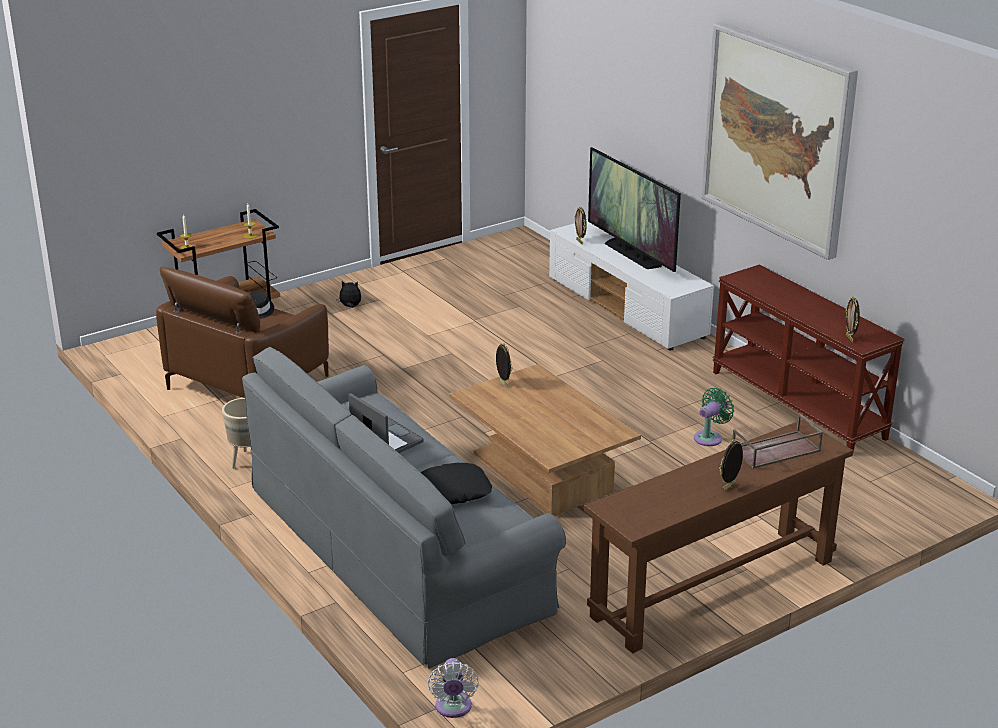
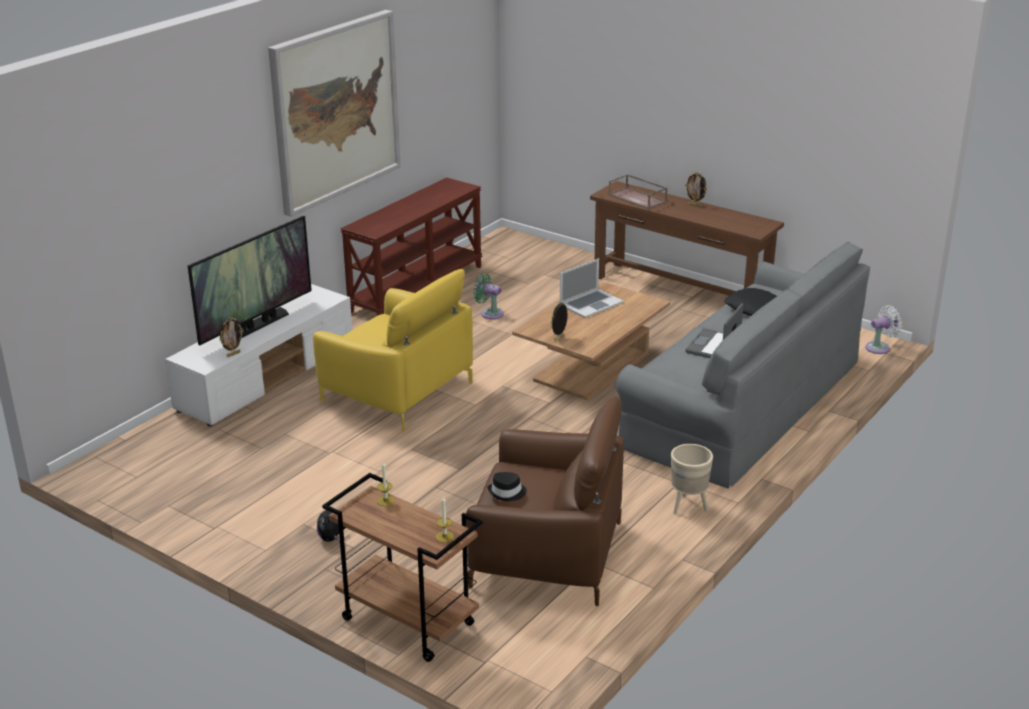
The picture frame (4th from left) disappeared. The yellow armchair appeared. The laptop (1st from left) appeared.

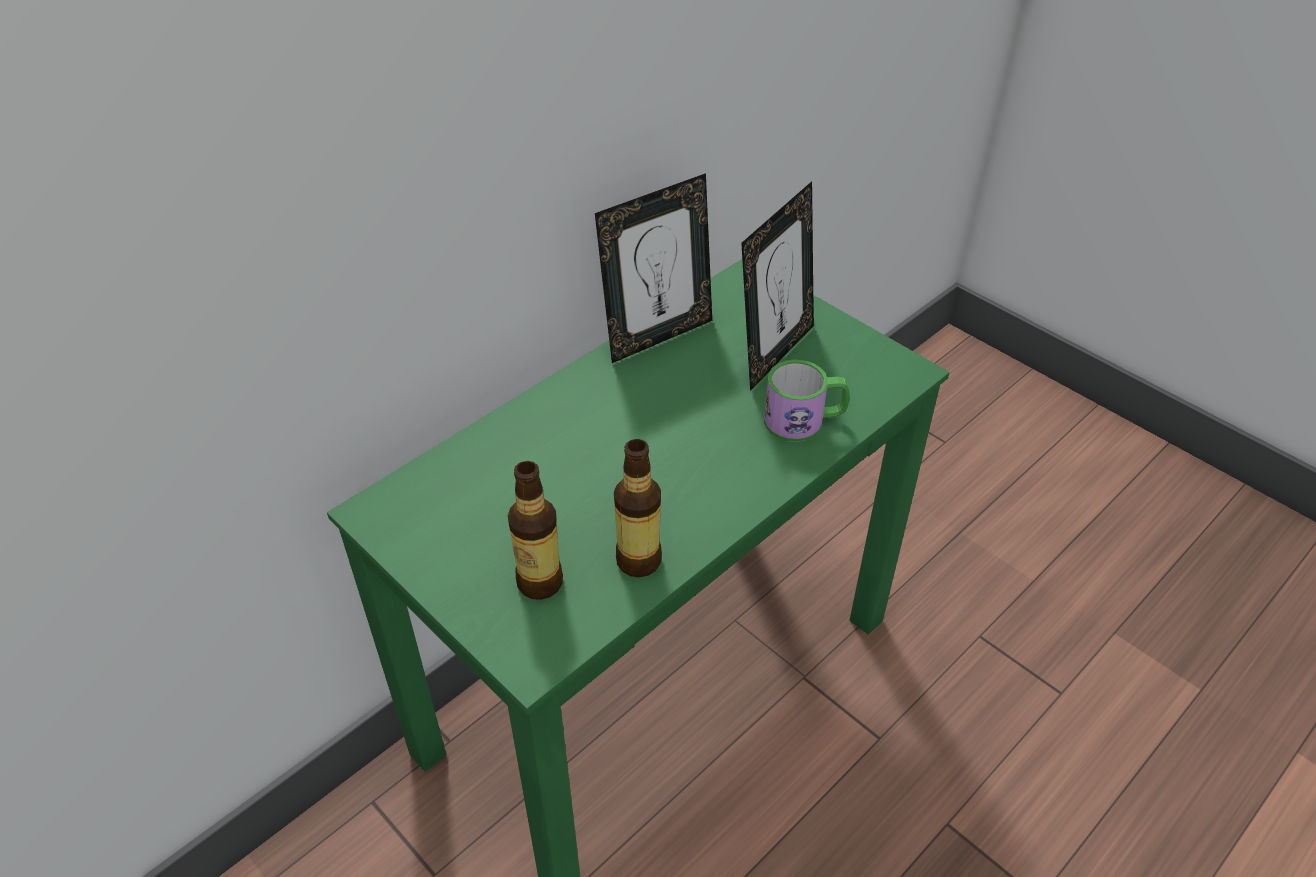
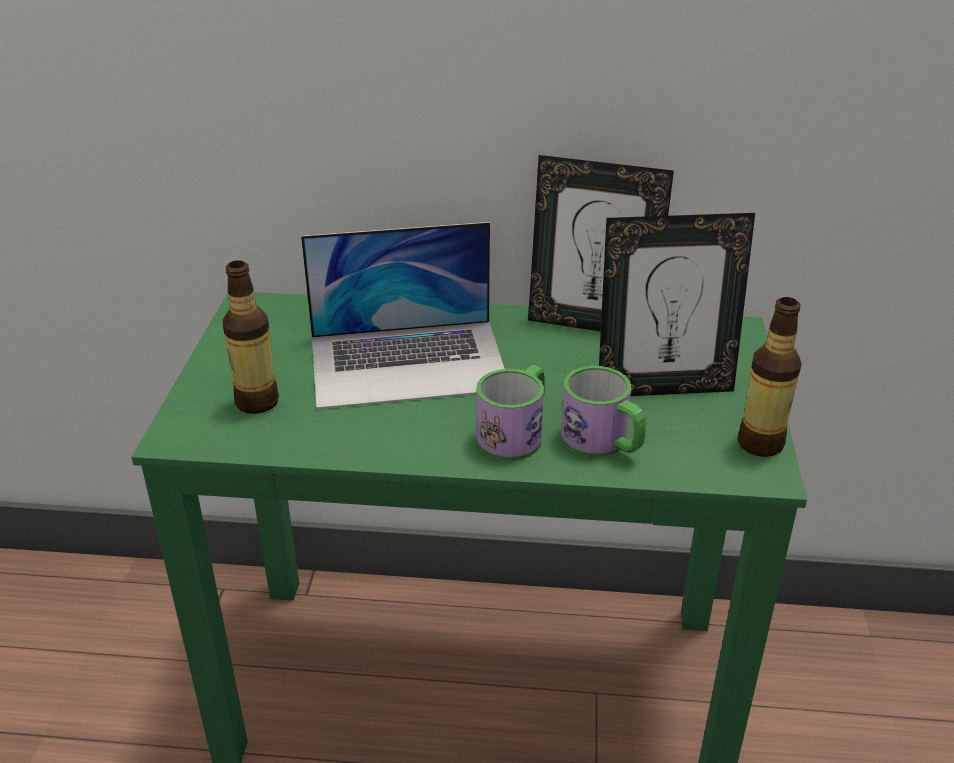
The laptop appeared. The mug (1st from left) appeared. The bottle (2nd from left) moved.

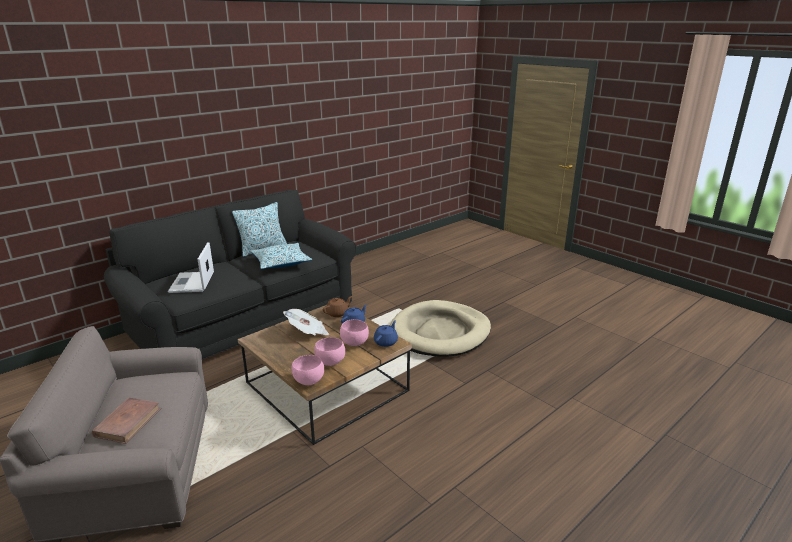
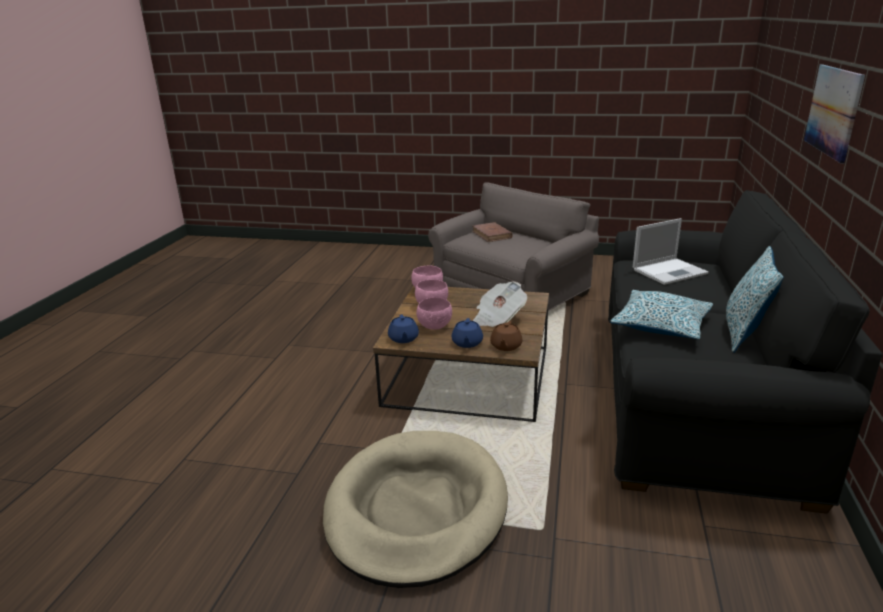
The picture appeared. The laptop turned 105 degrees clockwise.

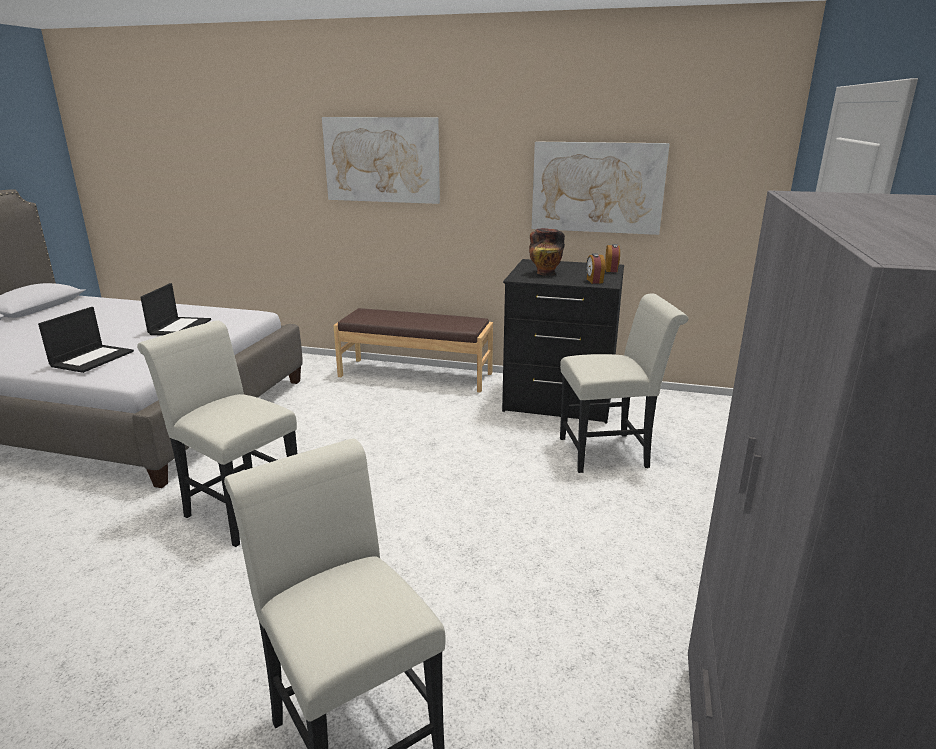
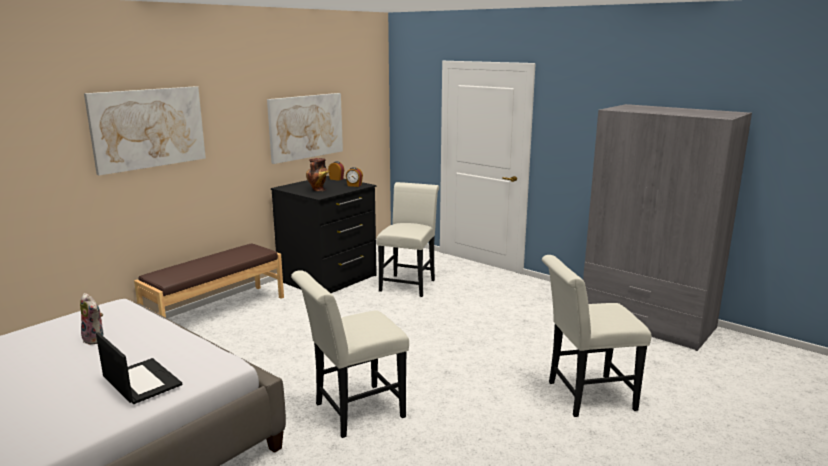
The laptop (2nd from left) was replaced by the plush toy.

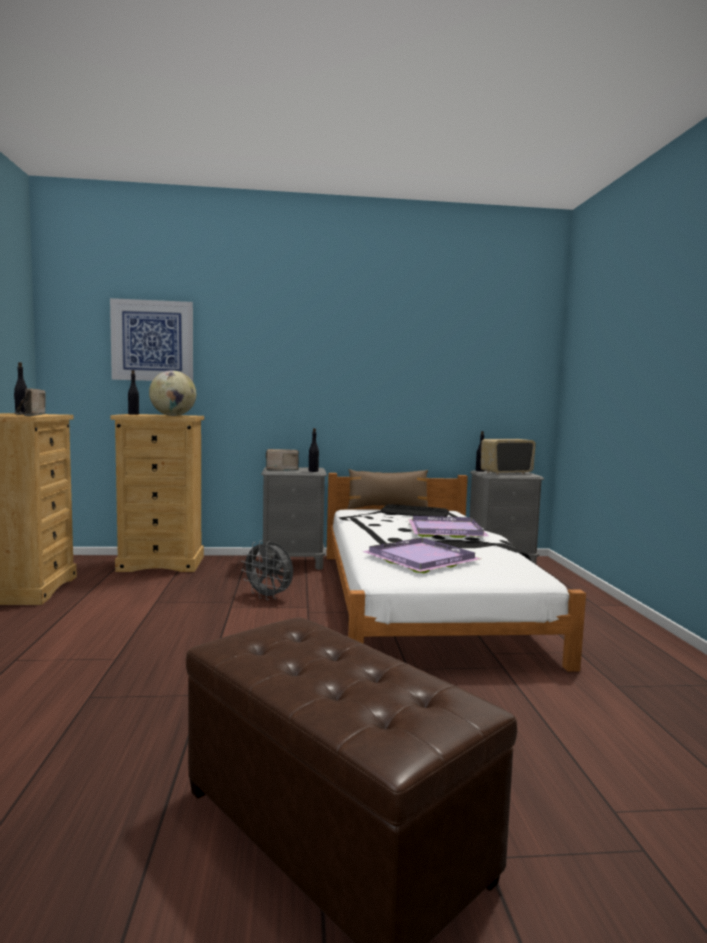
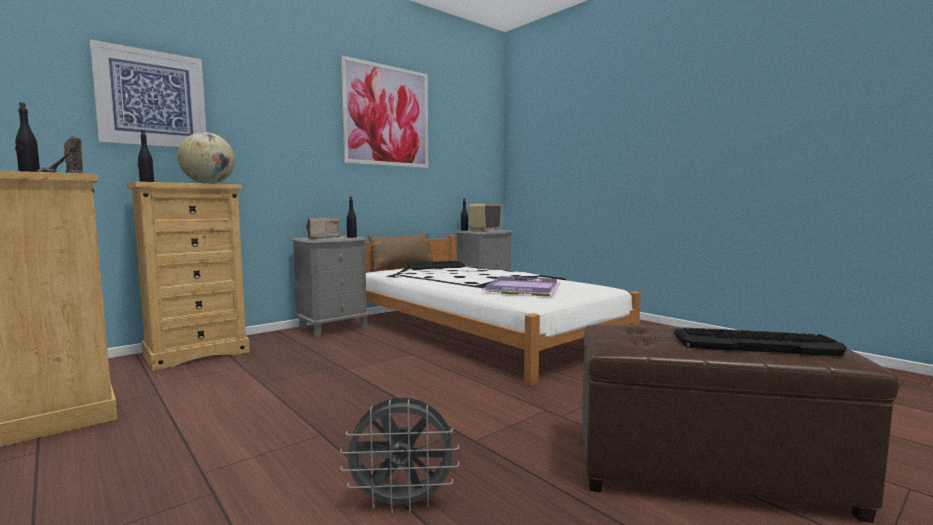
The purple tray (2nd from left) disappeared. The picture (2nd from left) appeared. The keyboard (2nd from left) appeared. The grey fan moved.

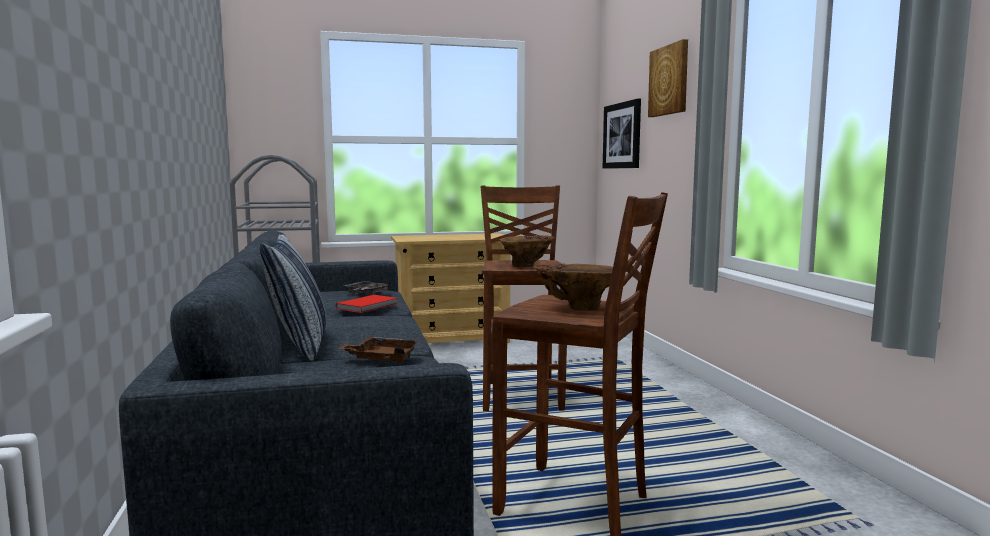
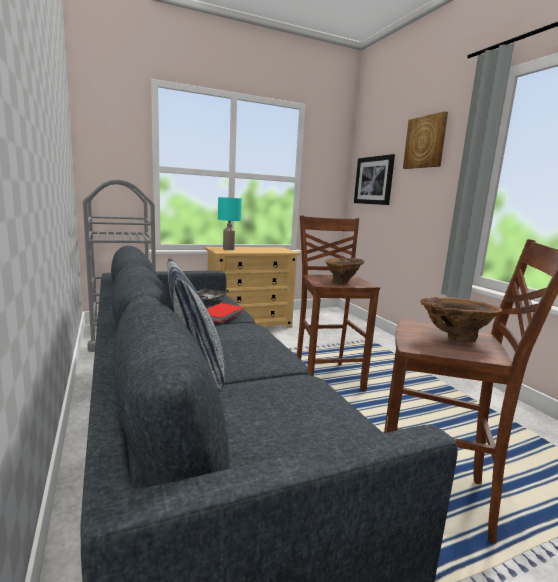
The brown tray disappeared. The turquoise table lamp appeared.

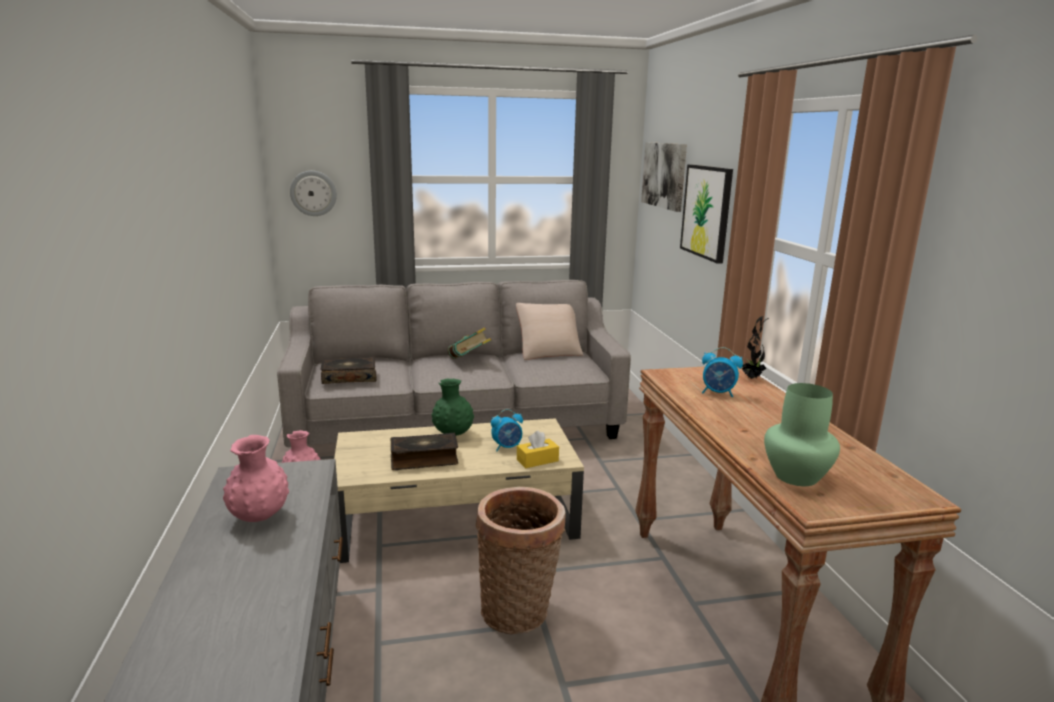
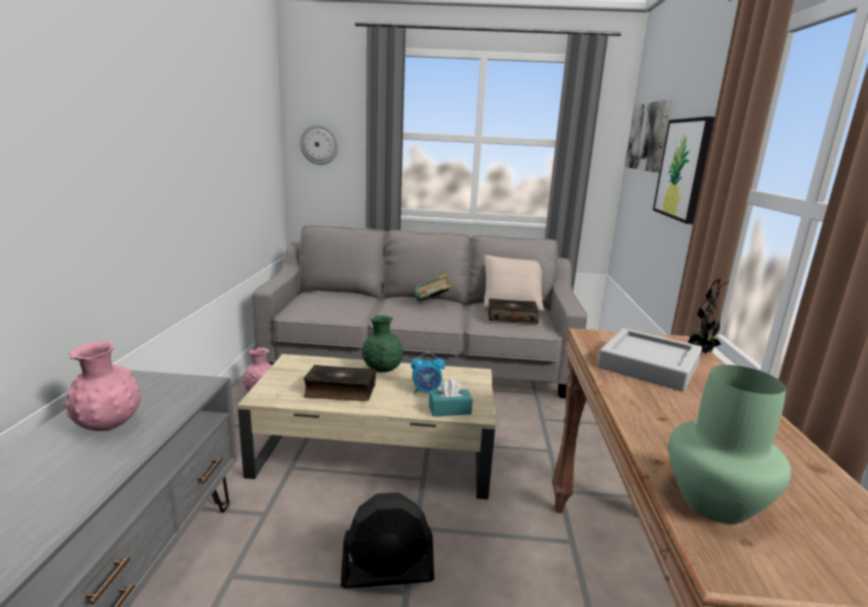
The book (1st from left in the first image) moved. The basket was replaced by the black fan. The alarm clock (2nd from left) was replaced by the grey tray. The yellow tissue box became the turquoise tissue box.

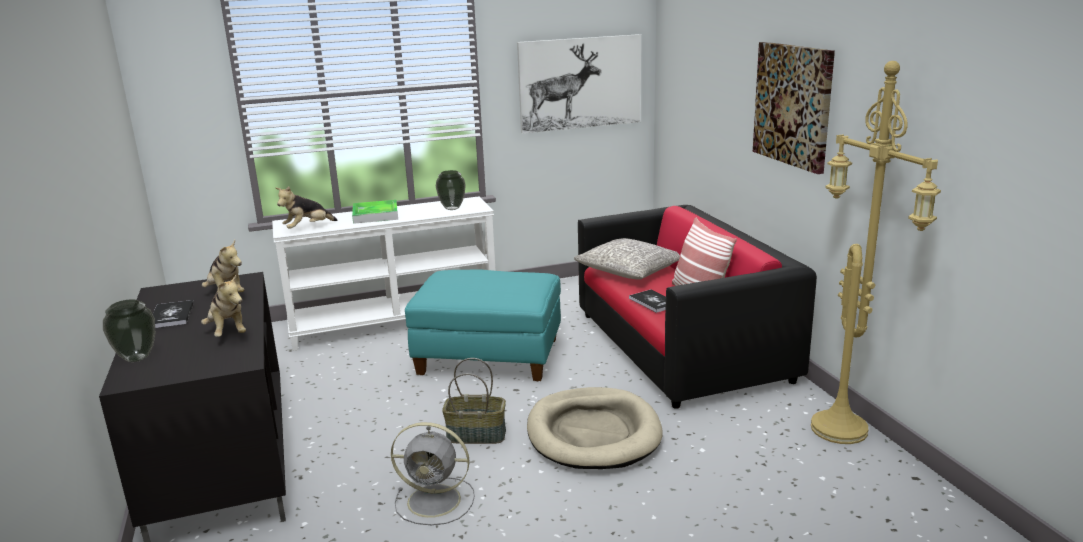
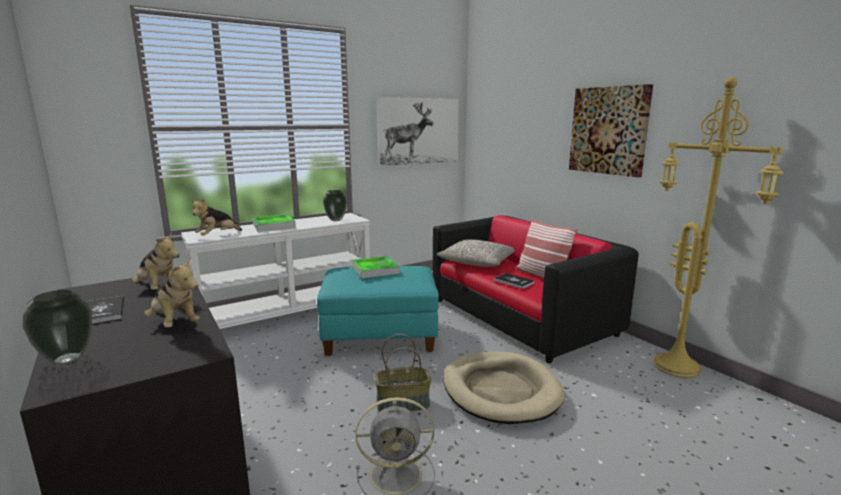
The tray (2nd from left) appeared.

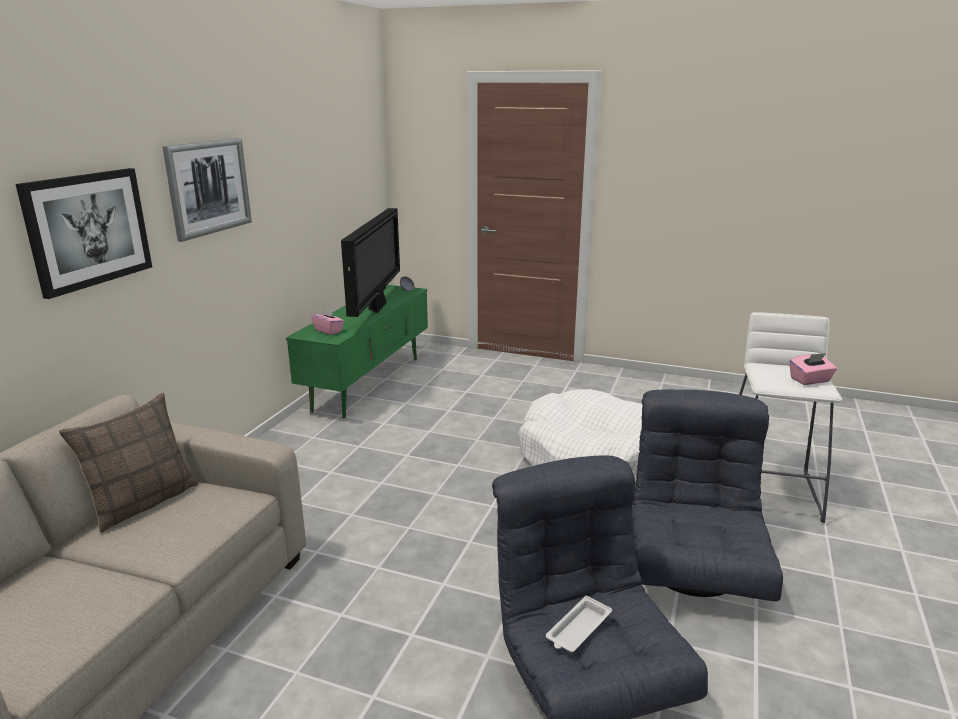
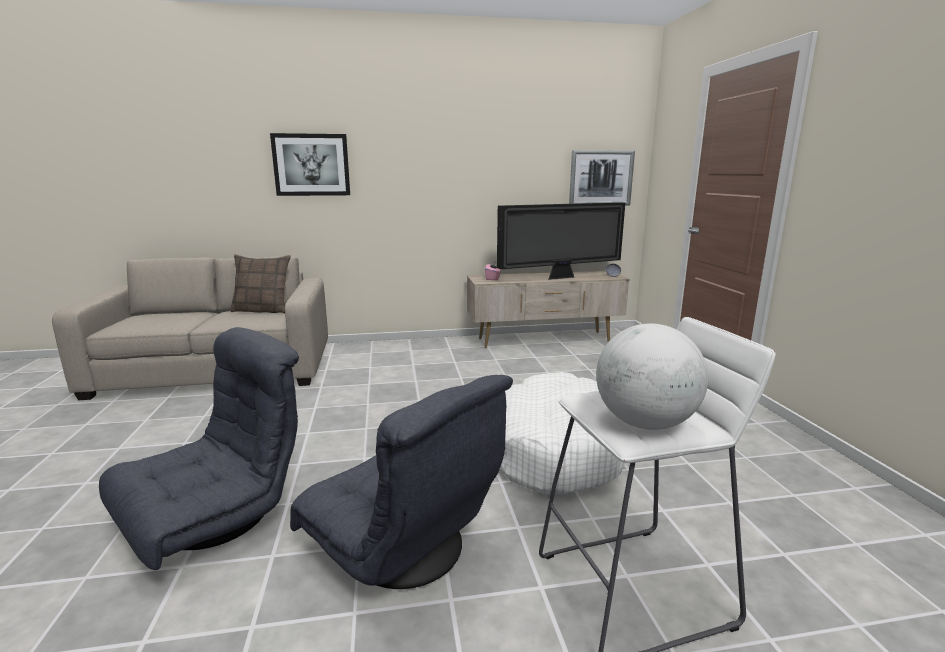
The white tray disappeared. The picture (2nd from left) moved. The pink tissue box (2nd from left) was replaced by the globe. The green tv stand became the beige tv stand. The grey armchair (2nd from left) turned 60 degrees clockwise.

